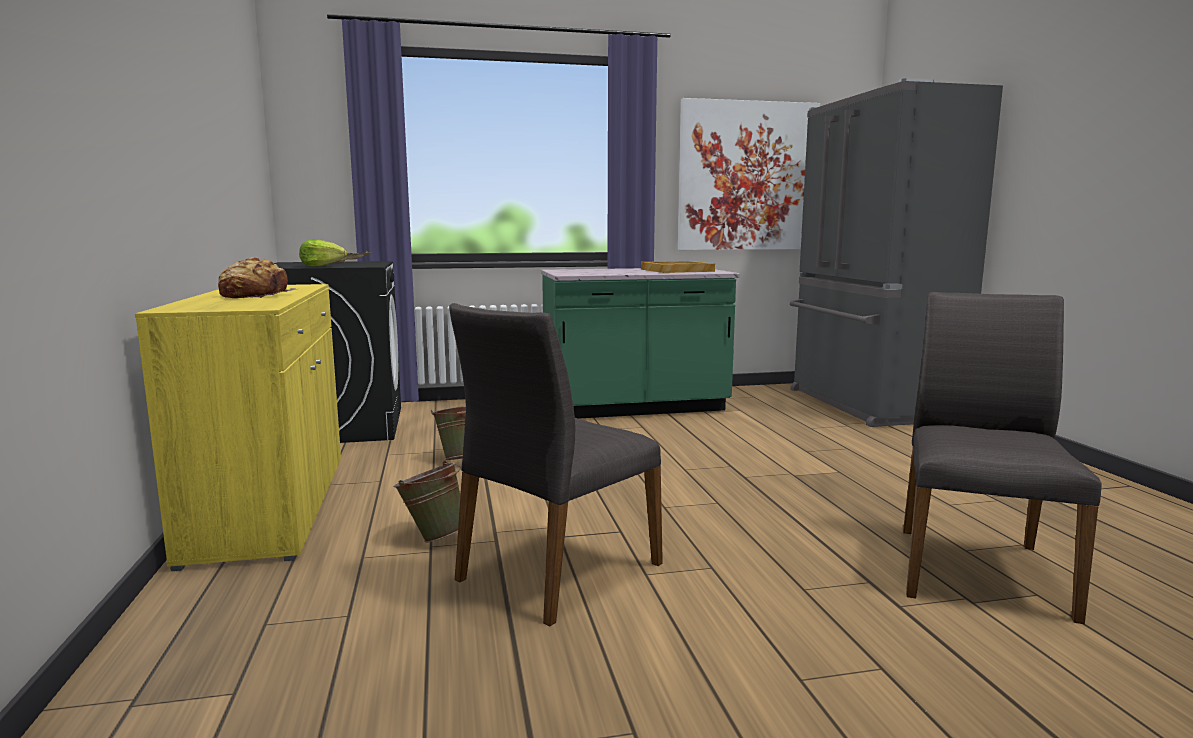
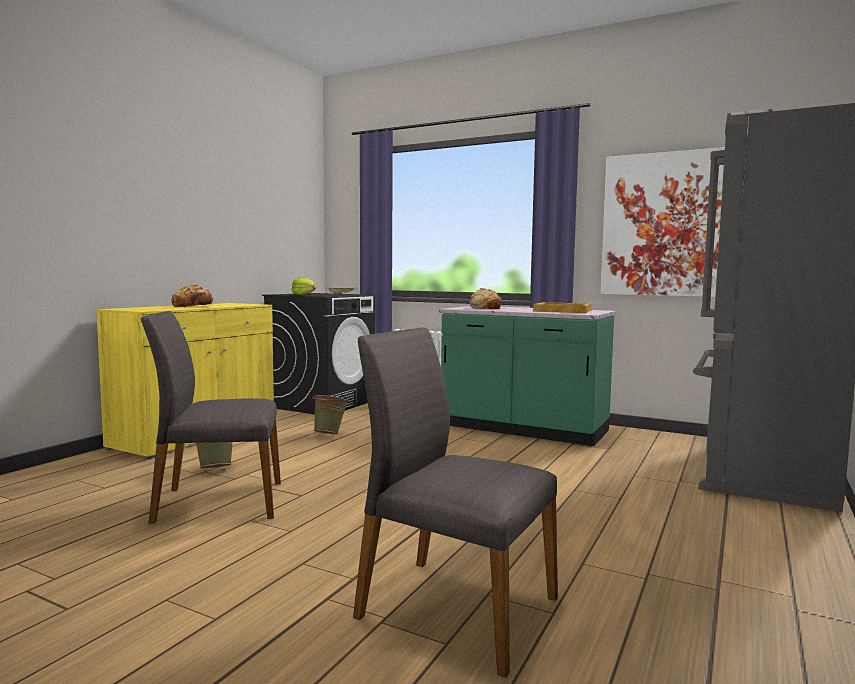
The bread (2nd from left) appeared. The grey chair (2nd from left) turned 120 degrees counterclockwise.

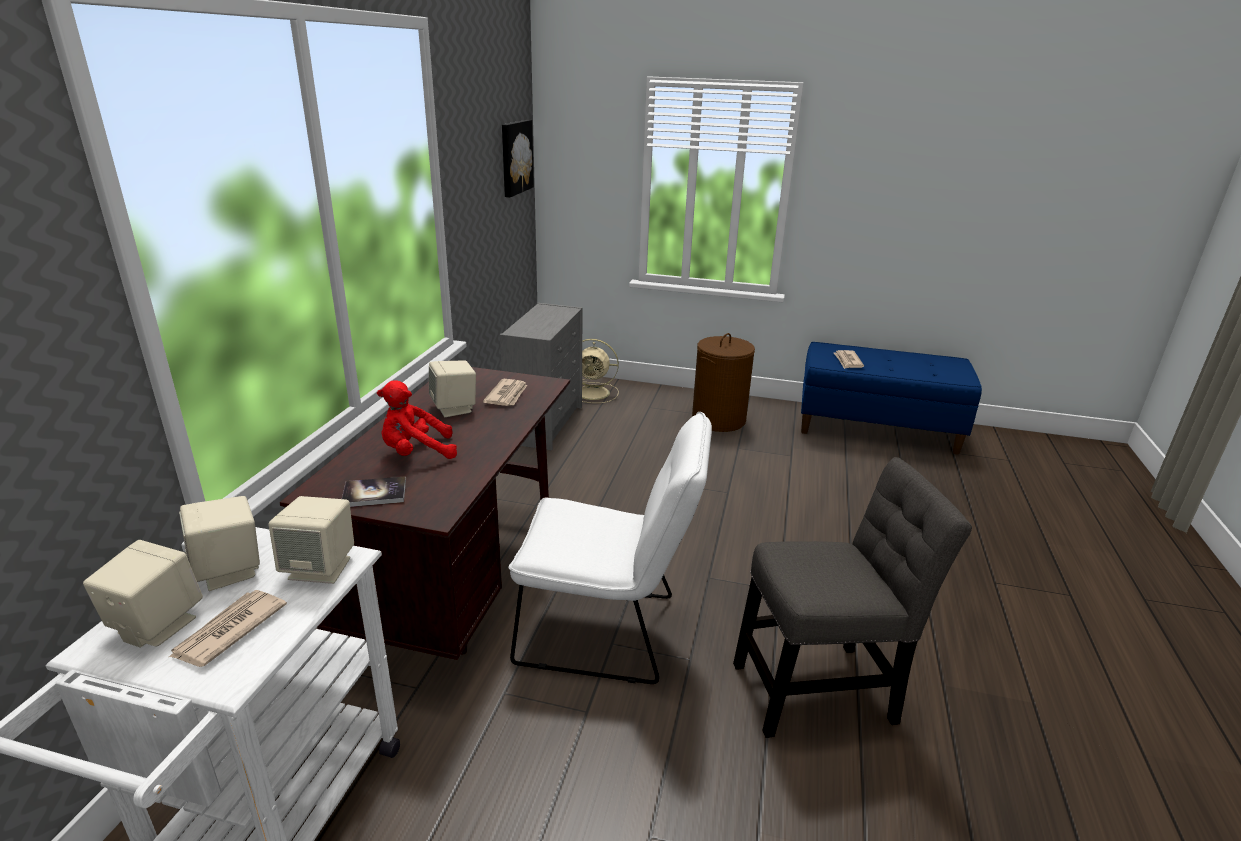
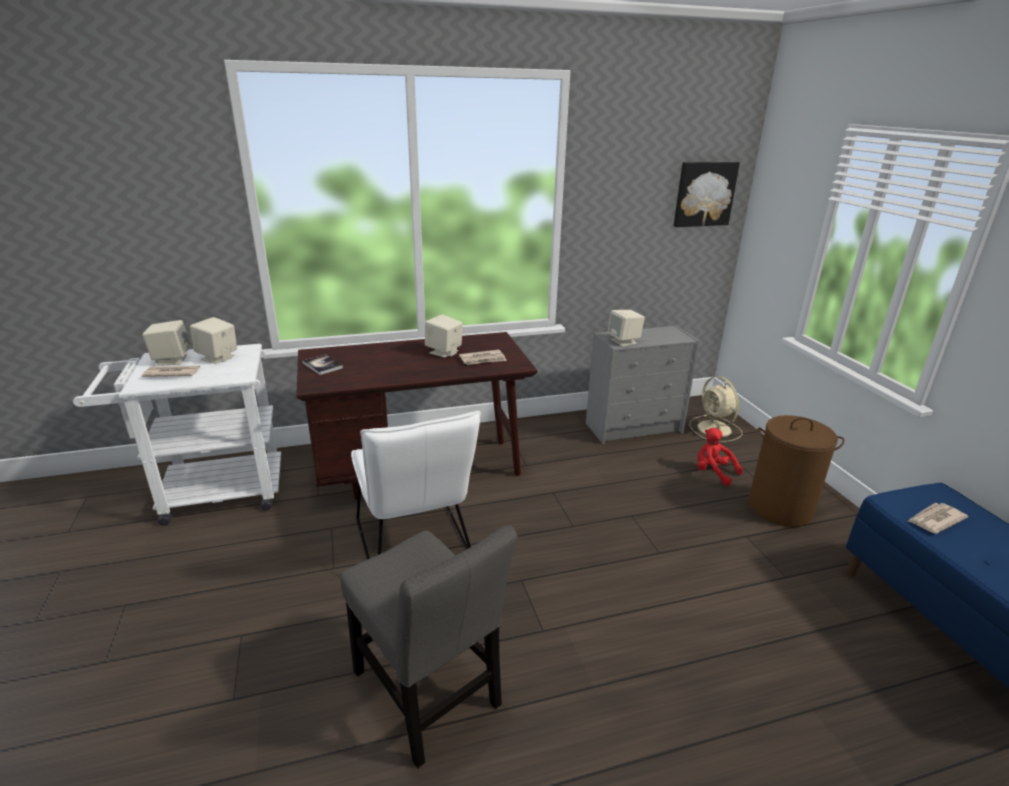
The beige speaker (3rd from left in the first image) moved. The red plush toy moved.

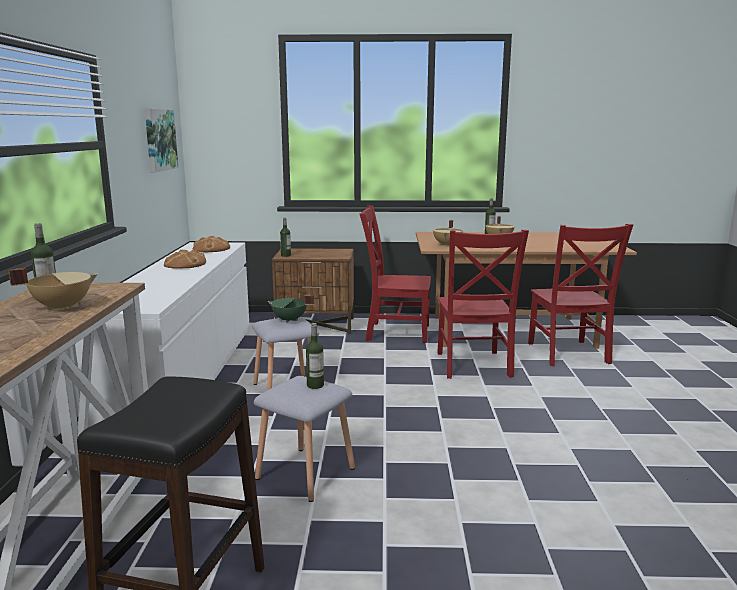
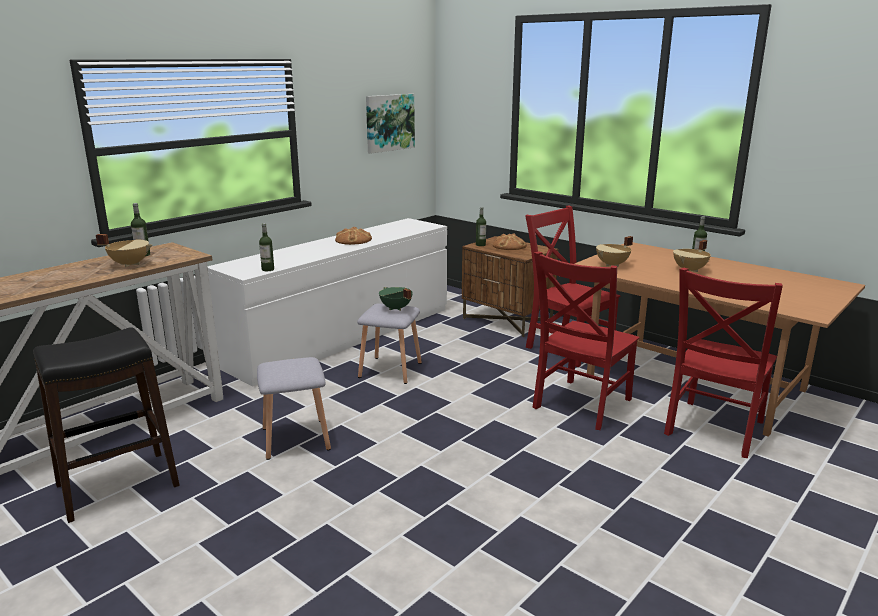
The bread (2nd from left) moved. The bottle (3rd from left in the first image) moved.

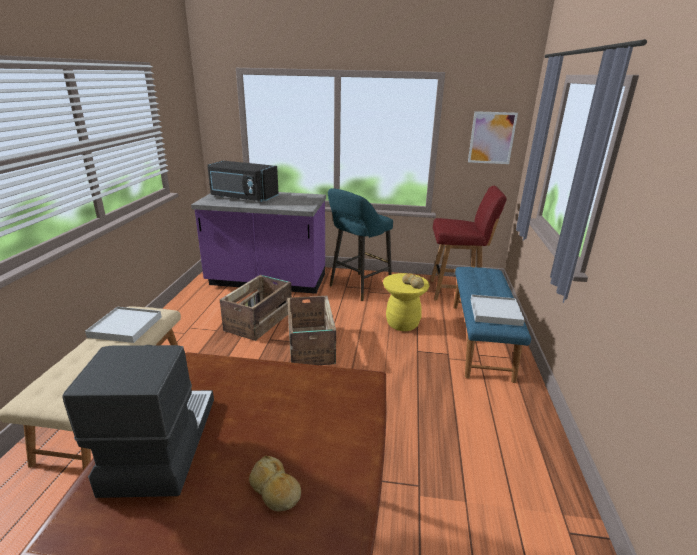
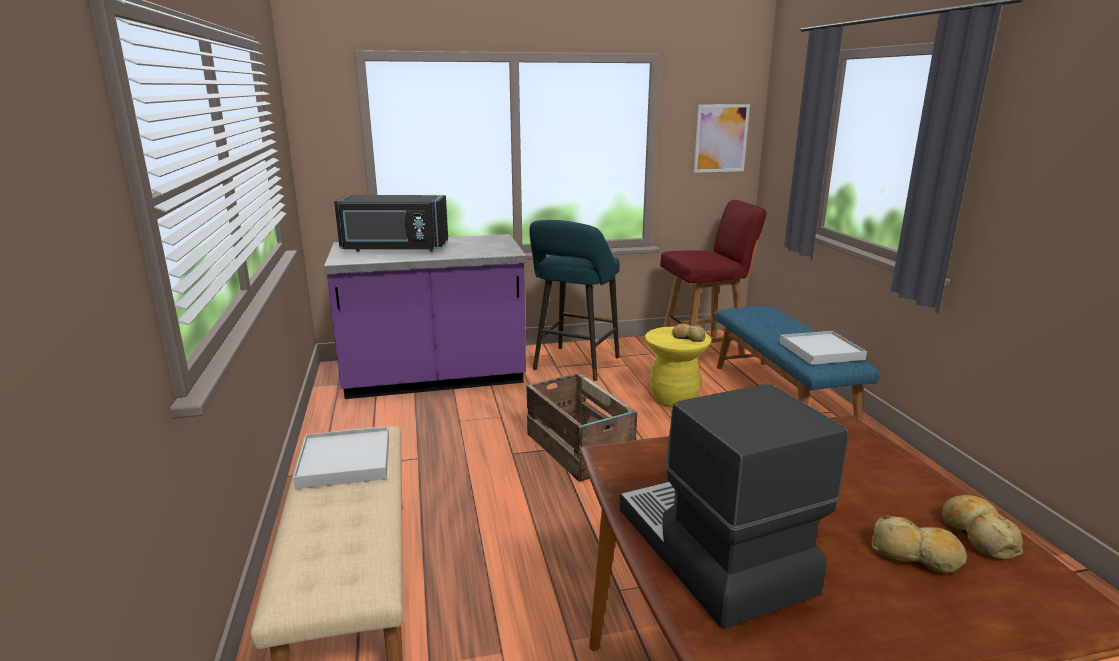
The crate (1st from left) disappeared. The bread (3rd from left) appeared.

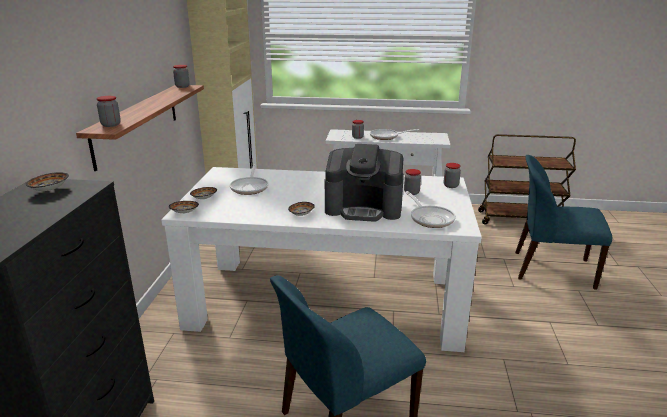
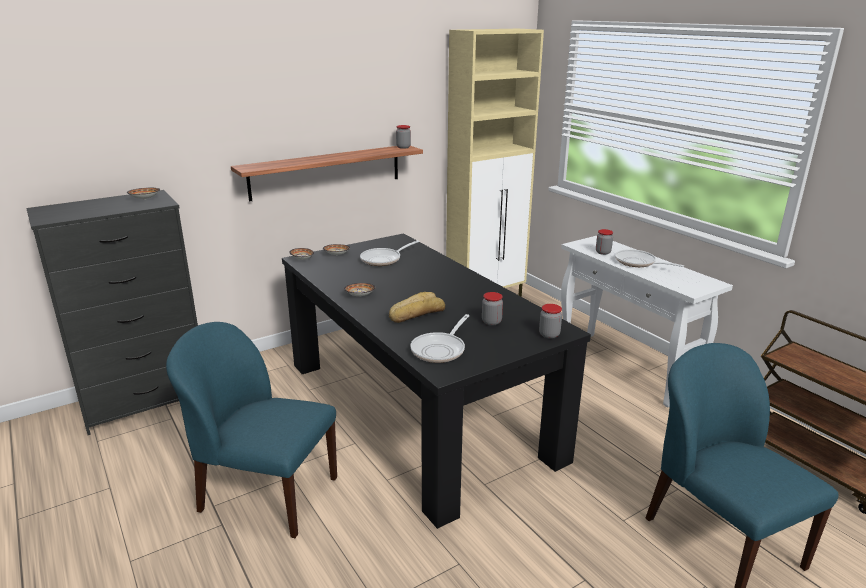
The jar (1st from left) disappeared. The coffee machine was replaced by the bread. The white dining table became the black dining table.

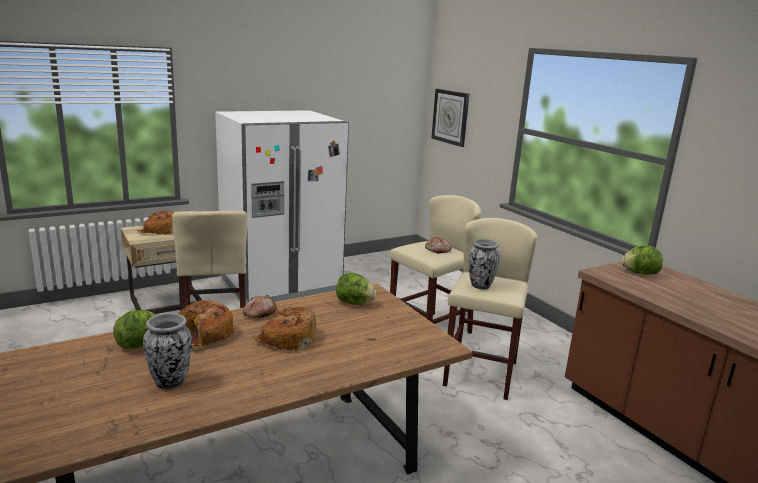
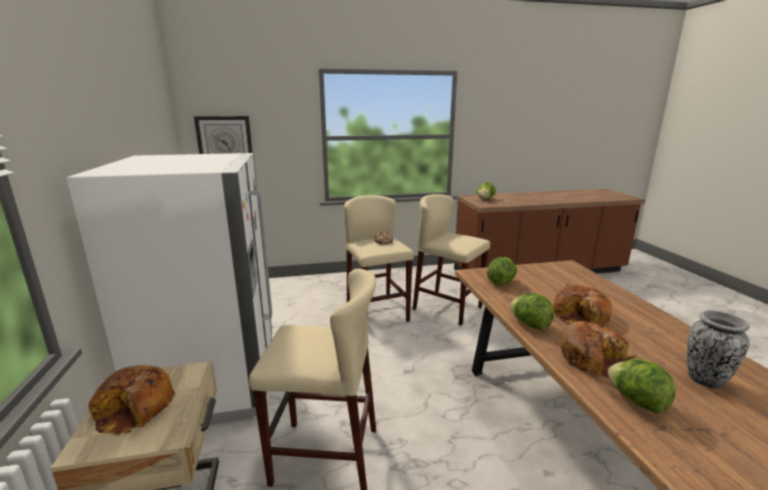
The vase (2nd from left) disappeared. The bread (3rd from left) was replaced by the lettuce (3rd from left).

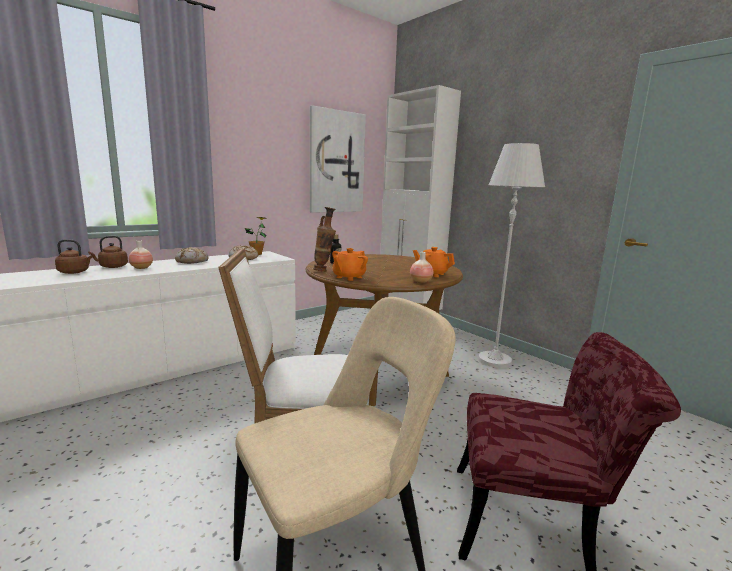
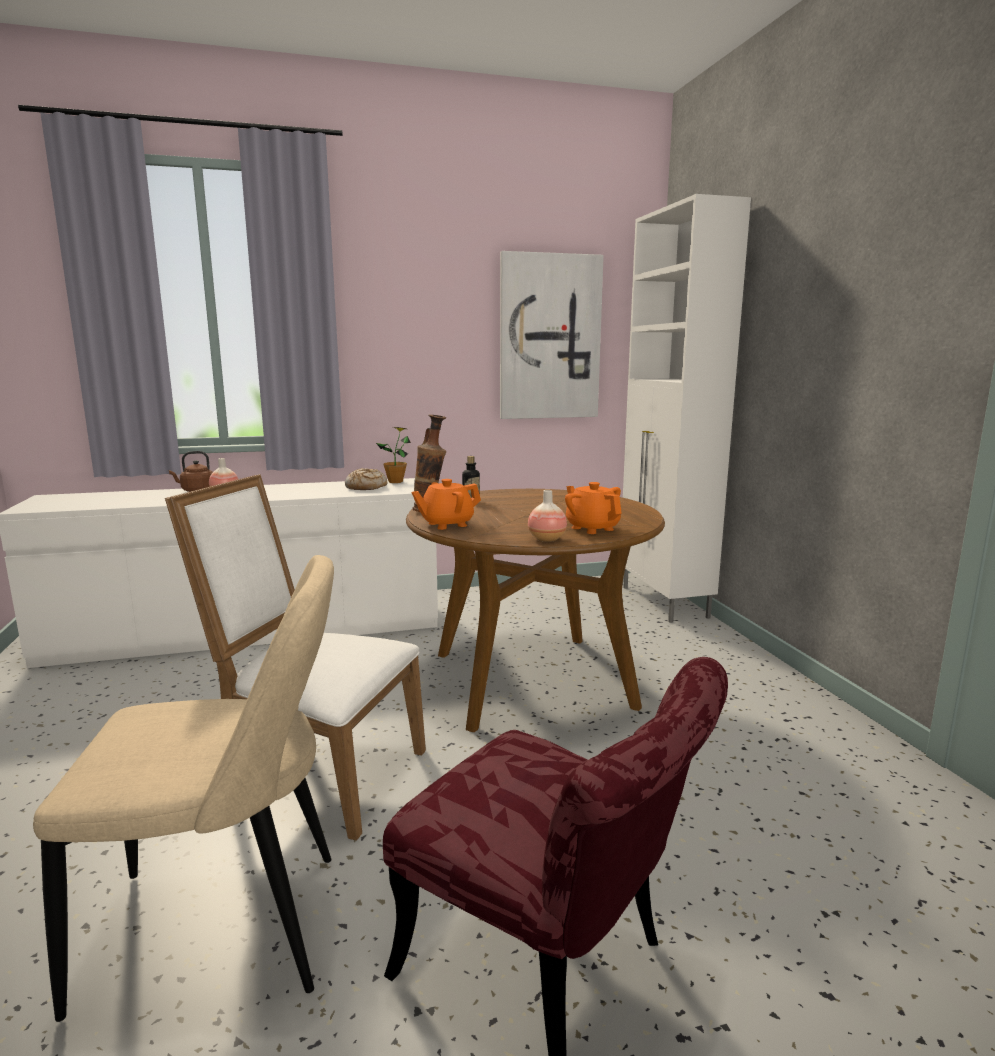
The brown kettle (1st from left) disappeared. The bread (1st from left) disappeared. The white floor lamp disappeared.

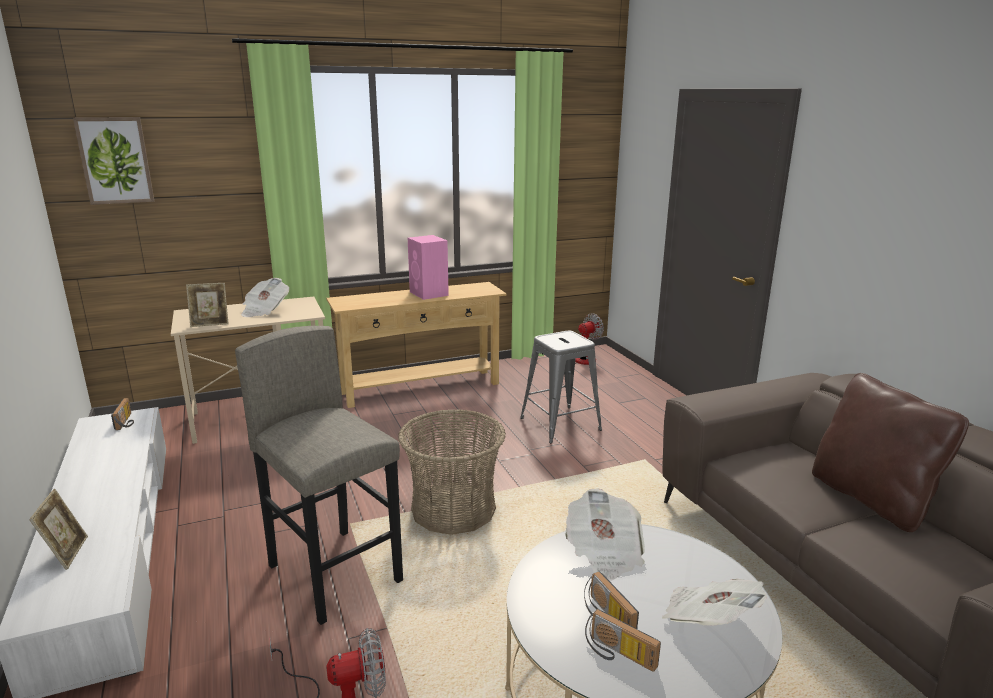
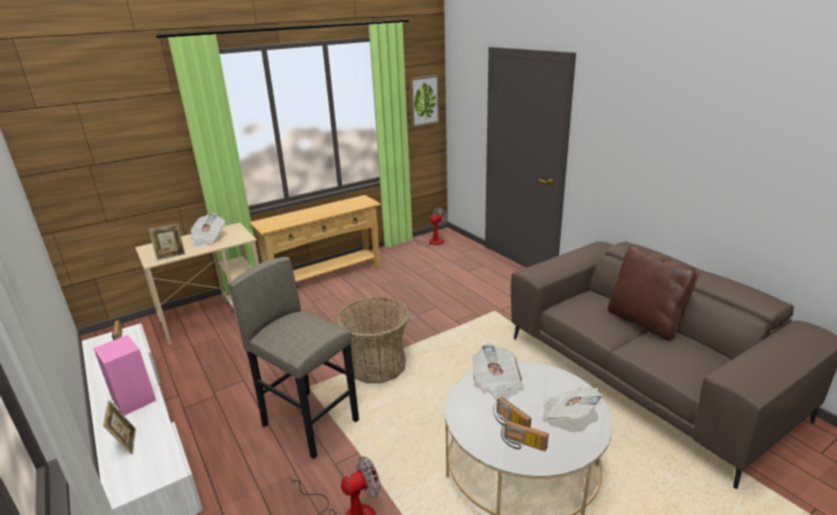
The grey stool (2nd from left) disappeared. The picture moved. The pink speaker moved.

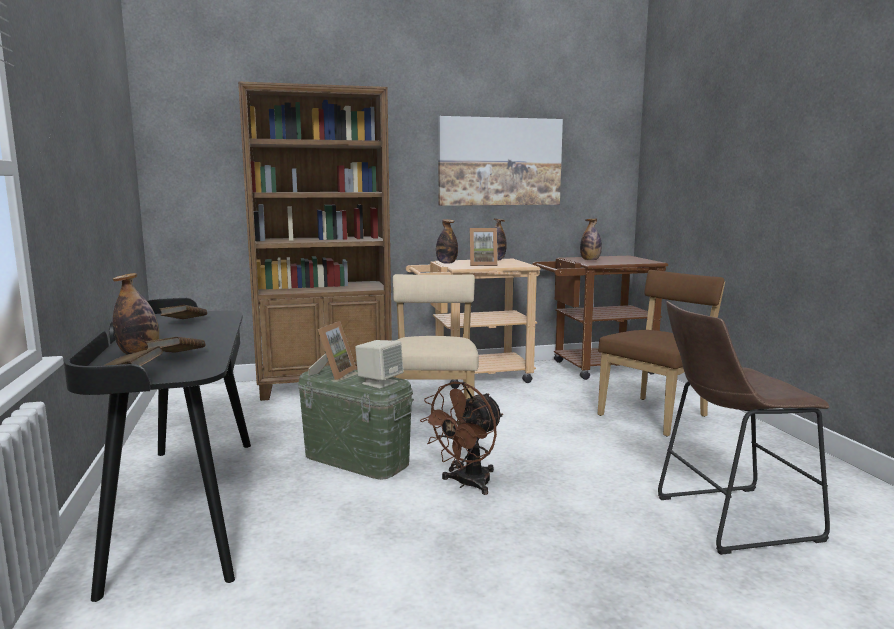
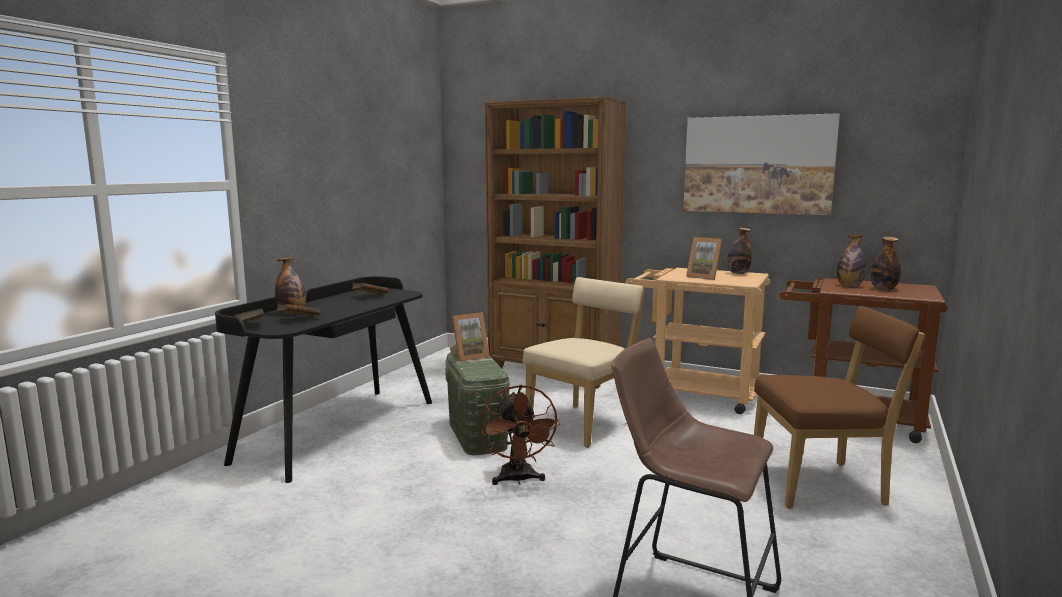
The beige speaker disappeared. The bottle (2nd from left in the first image) moved. The brown fan turned 90 degrees counterclockwise.

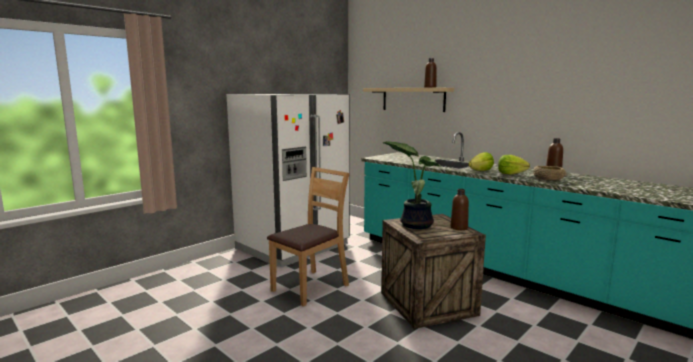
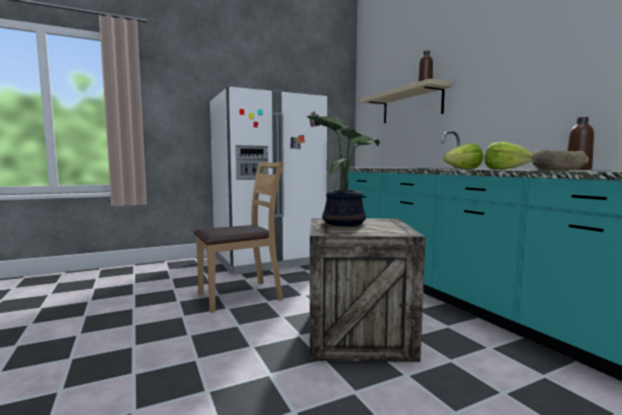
The brown bottle (2nd from left) disappeared.

